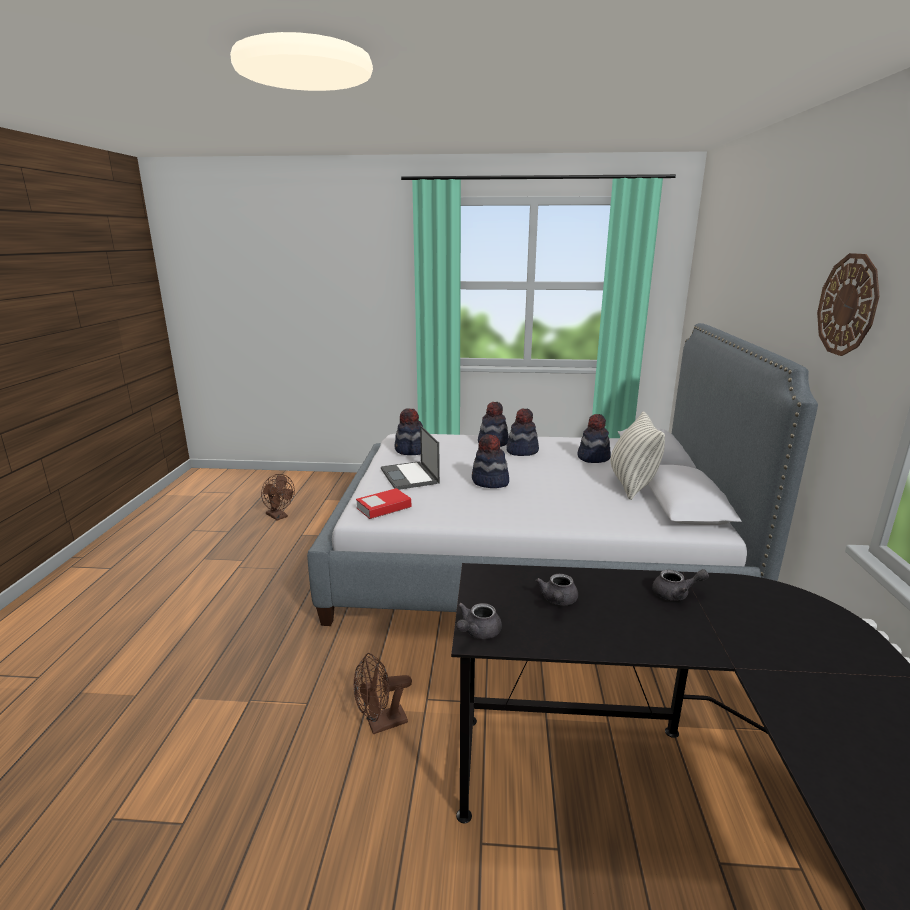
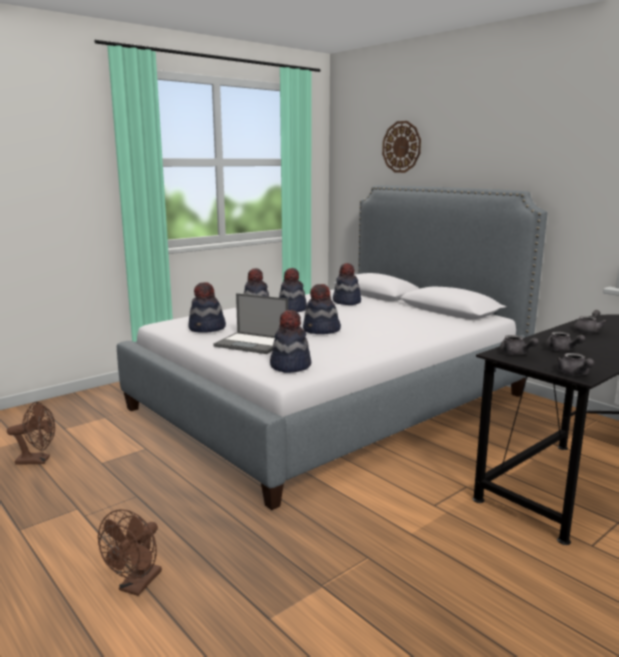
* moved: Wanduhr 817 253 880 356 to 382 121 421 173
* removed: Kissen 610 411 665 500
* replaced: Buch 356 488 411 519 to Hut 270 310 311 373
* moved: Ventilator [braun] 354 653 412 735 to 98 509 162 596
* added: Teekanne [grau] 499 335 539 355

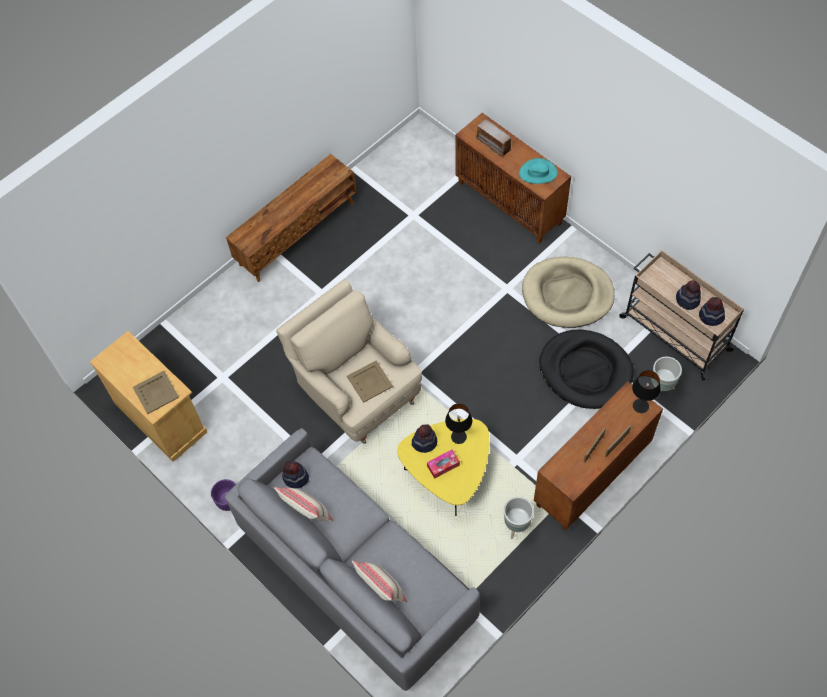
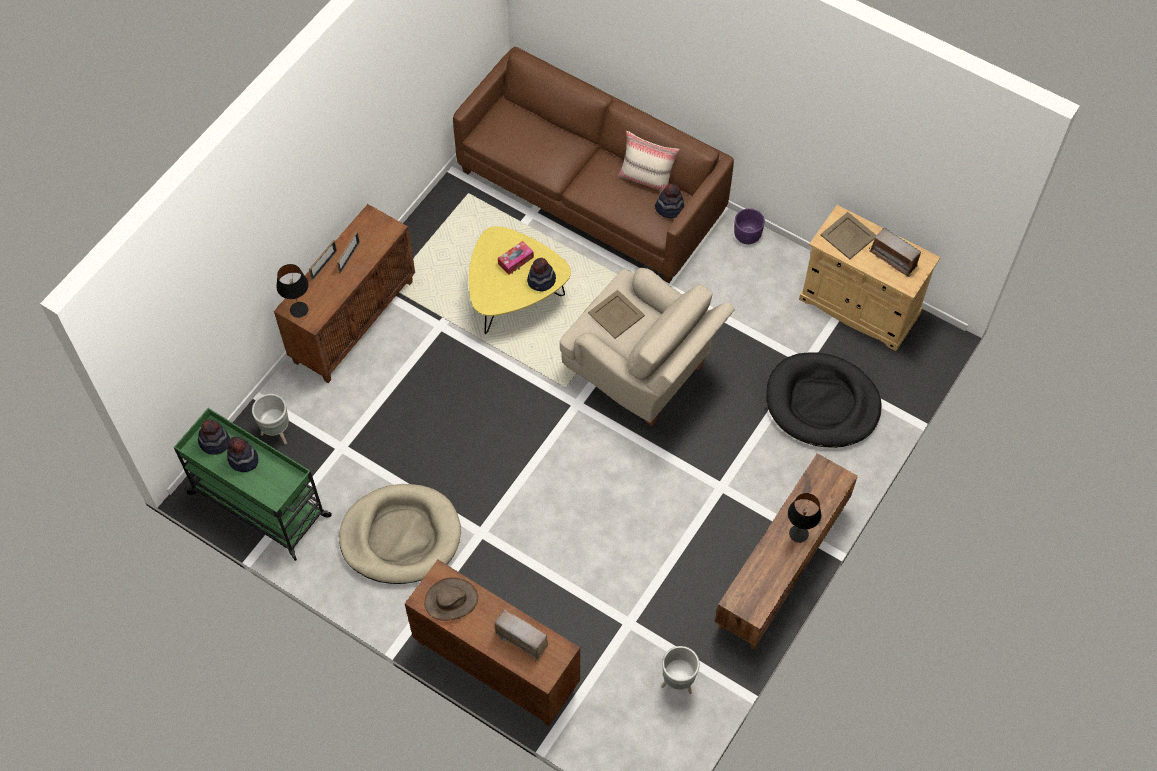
* recoloured: Hut [türkis] 519 158 558 184 to Hut [braun] 424 577 478 621
* recoloured: Rollwagen [beige] 619 250 744 380 to Rollwagen [grün] 174 408 332 561
* moved: Hundebett [schwarz] 539 330 634 409 to 766 352 882 448
* moved: Tischlampe [schwarz] 445 404 472 444 to 788 493 821 543
* recoloured: Sofa [grau] 225 428 480 691 to Sofa [braun] 453 47 734 283
* moved: Pflanzkübel [grau] 504 497 534 539 to 661 646 700 694
* removed: Kissen [beige] 352 561 407 603
* added: Radio 869 228 923 277

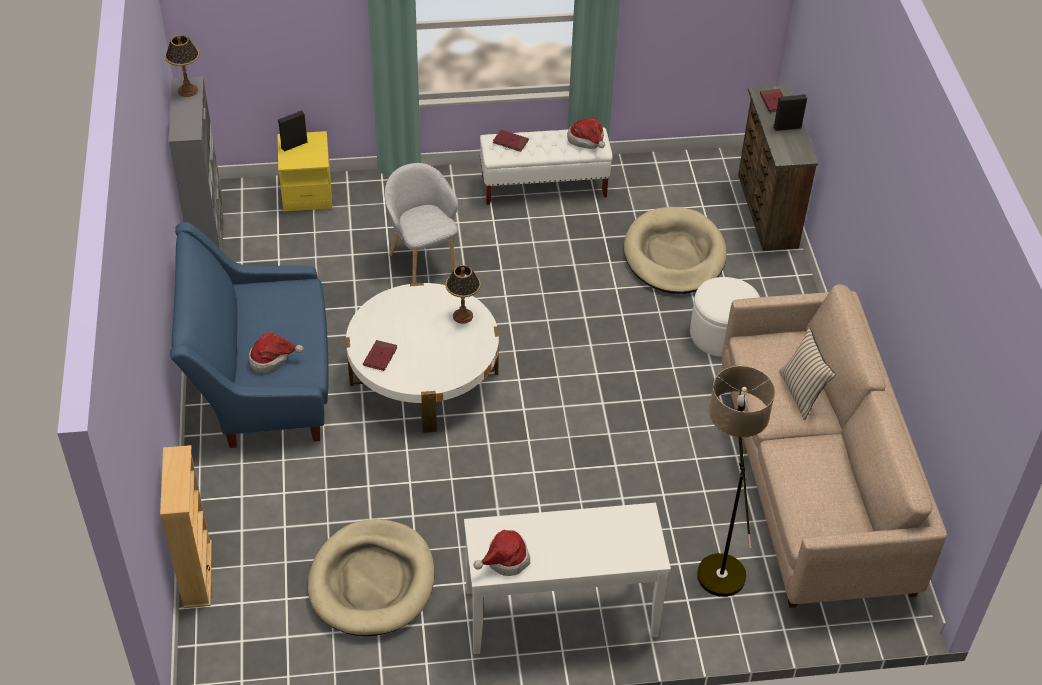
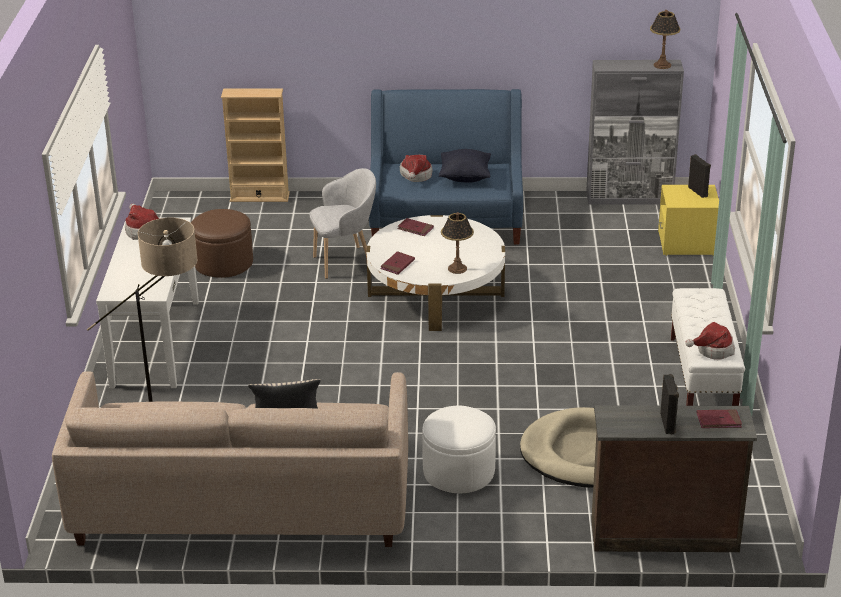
* moved: Buch [rot] 493 130 529 152 to 380 251 415 275
* moved: Sessel [grau] 385 163 458 284 to 309 168 376 279
* replaced: Hundebett [beige] 308 519 435 636 to Polsterhocker [braun] 191 209 253 278
* added: Kissen [schwarz] 439 149 491 182

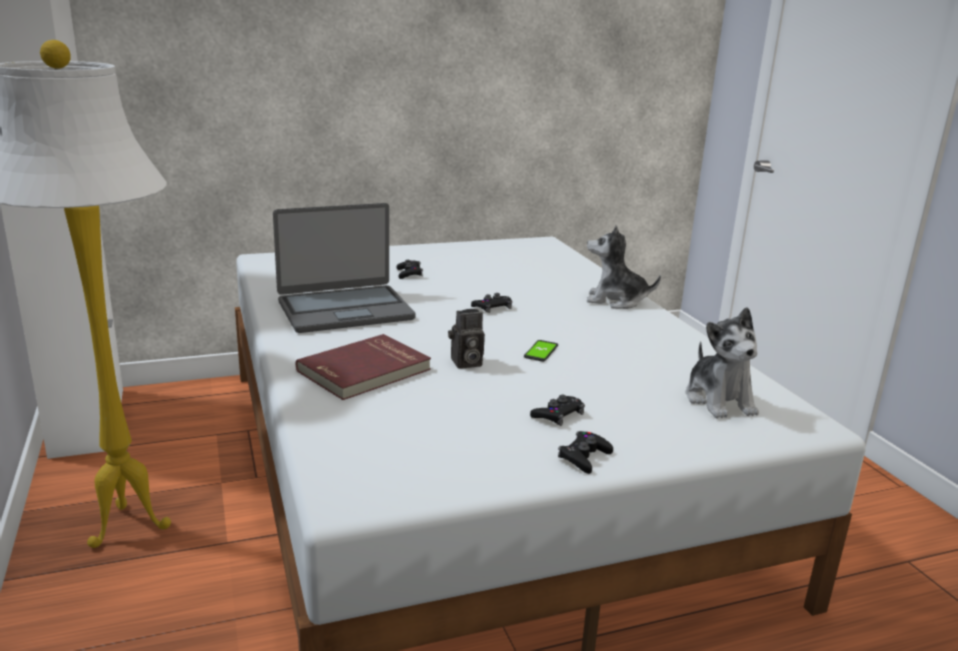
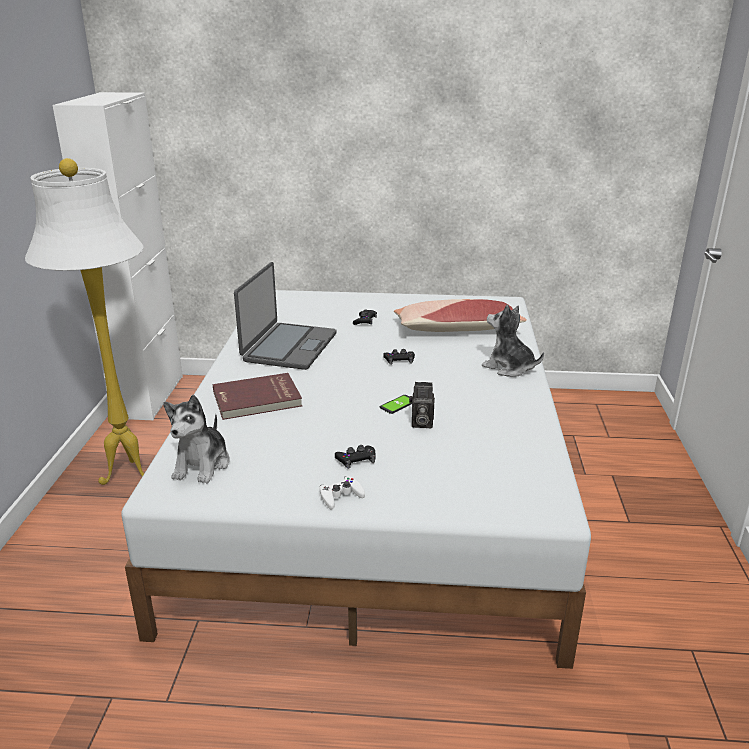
* turned: Laptop 273 203 416 333 = 234 262 336 370 75 degrees counterclockwise
* moved: Plüschtier 686 307 759 418 to 163 395 230 484
* moved: Kamera 448 309 485 369 to 409 382 435 428
* recoloured: Gamepad [schwarz] 558 431 613 474 to Gamepad [weiß] 320 476 365 510
* added: Kissen 394 299 527 332

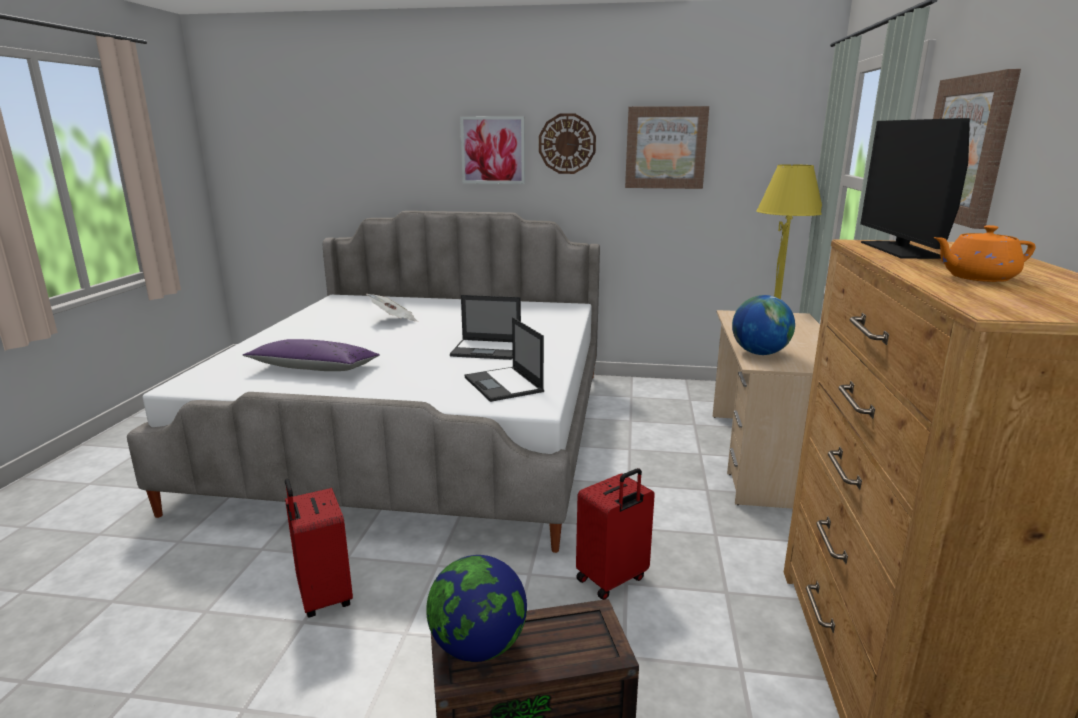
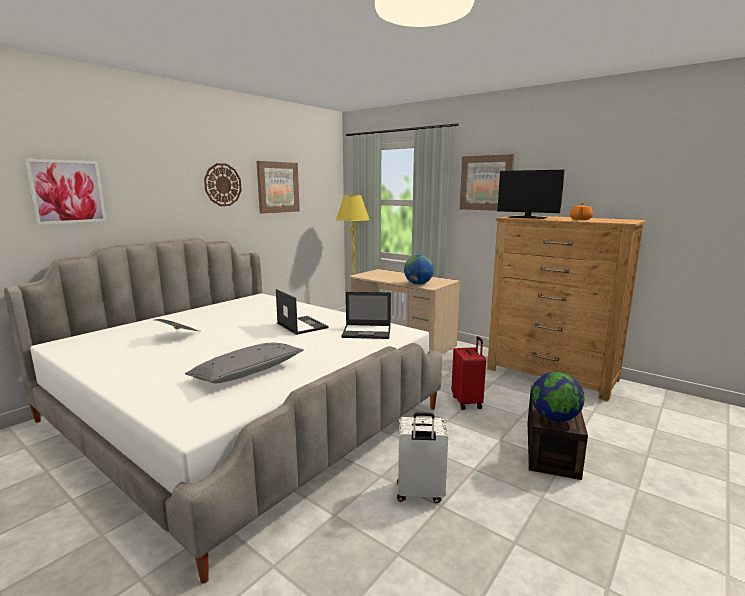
* moved: Bild 460 116 525 184 to 24 159 106 225
* turned: Laptop 450 295 521 360 = 276 289 328 335 75 degrees counterclockwise
* recoloured: Kissen [lila] 243 339 380 371 to Kissen [grau] 185 343 304 383
* recoloured: Koffer [rot] 285 479 353 618 to Koffer [weiß] 397 412 448 503

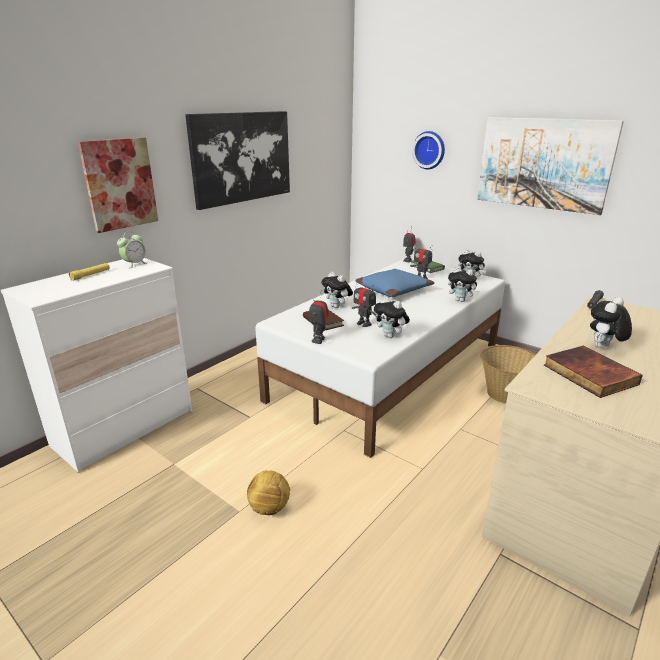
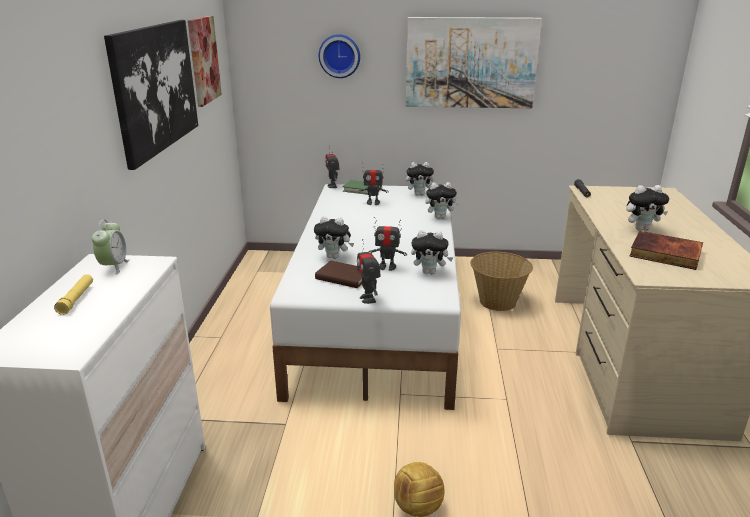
* moved: Bild 78 137 158 233 to 188 16 222 107
* removed: Kissen [blau] 356 269 434 297
* turned: Plüschtier 590 297 632 348 = 626 185 669 231 105 degrees counterclockwise

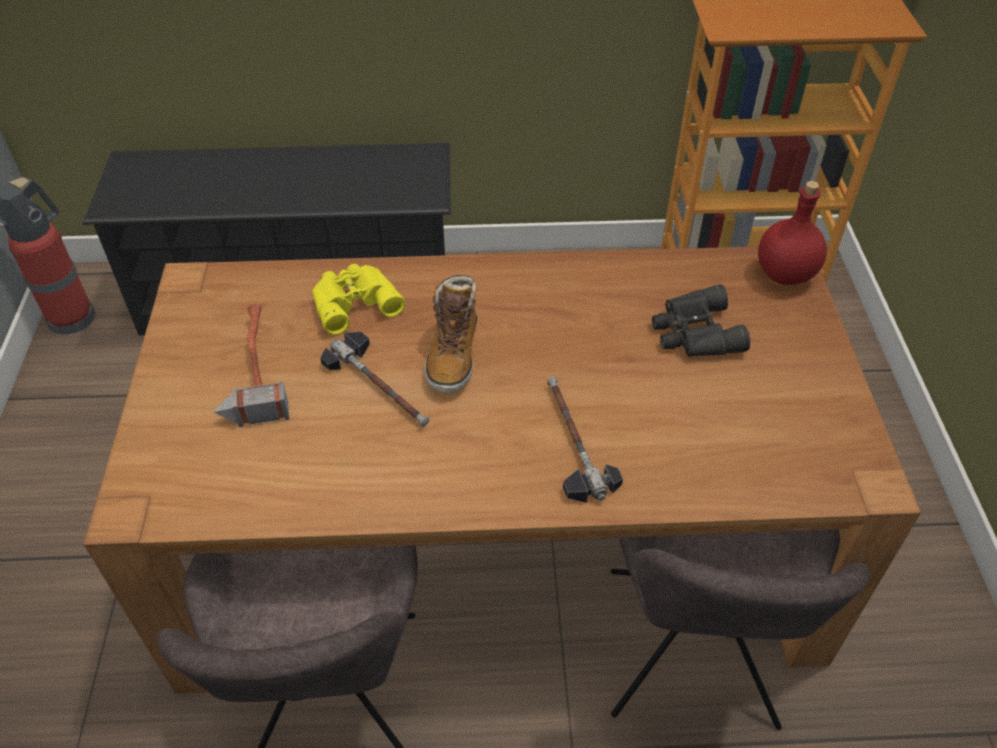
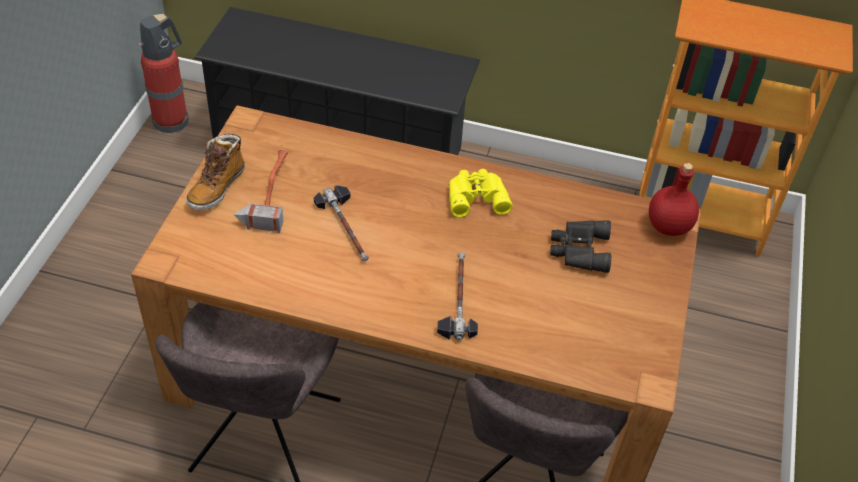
* moved: Fernglas [gelb] 312 264 405 335 to 449 169 513 217
* moved: Stiefel 425 275 477 393 to 186 134 245 210

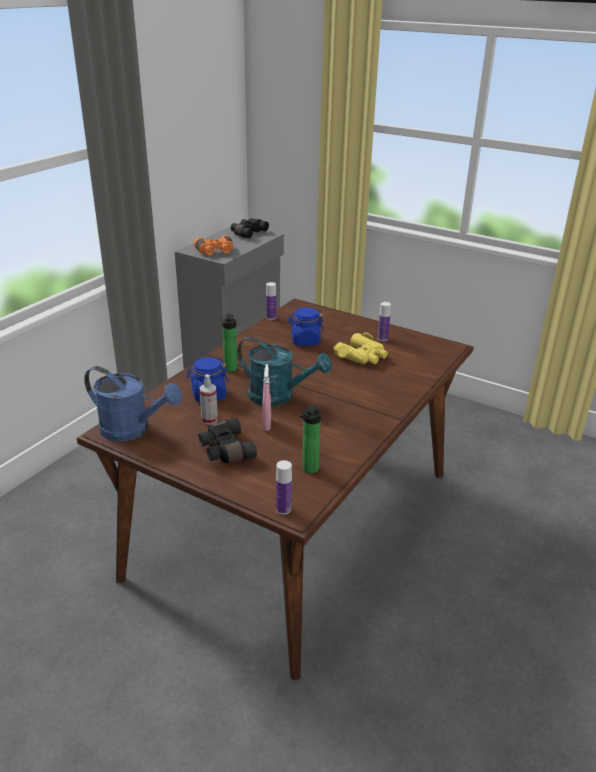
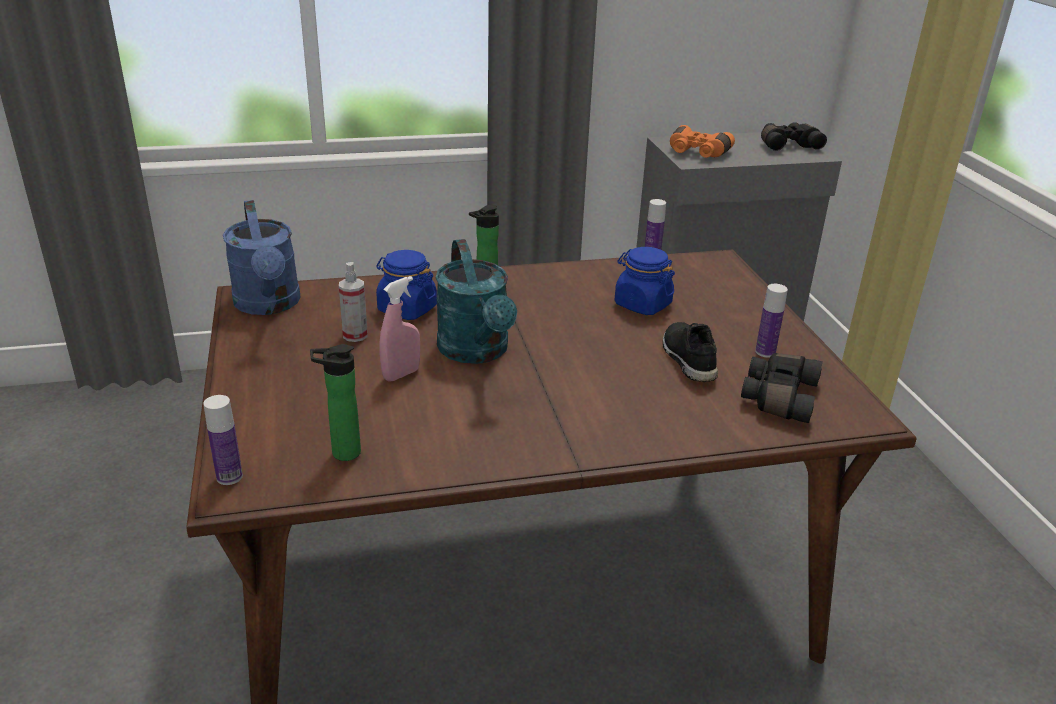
* replaced: Fernglas [gelb] 334 333 388 364 to Schuh [schwarz] 663 322 718 382
* moved: Fernglas [schwarz] 199 418 257 463 to 741 353 823 423

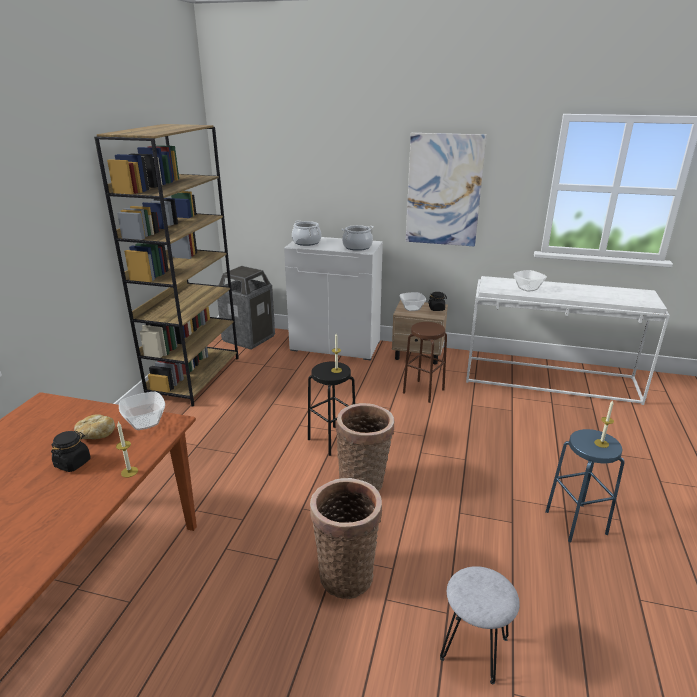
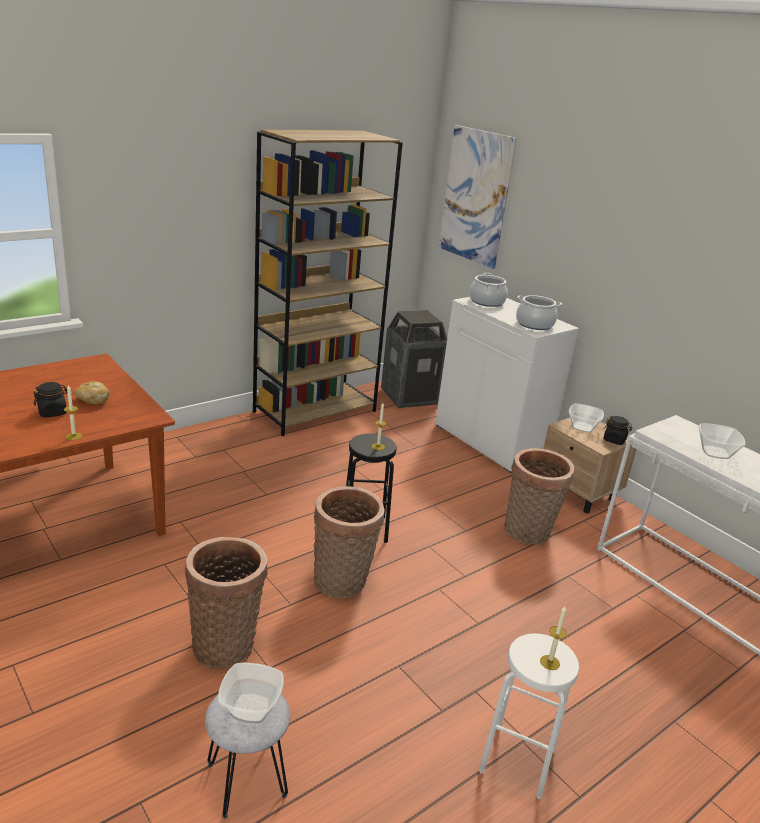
* moved: Bild 406 133 487 247 to 439 125 517 269
* replaced: Hocker [braun] 403 322 447 403 to Korb 504 448 575 544
* moved: Schüssel 119 392 165 430 to 218 663 284 723
* recoloured: Hocker [blau] 545 429 625 543 to Hocker [weiß] 479 633 579 799

